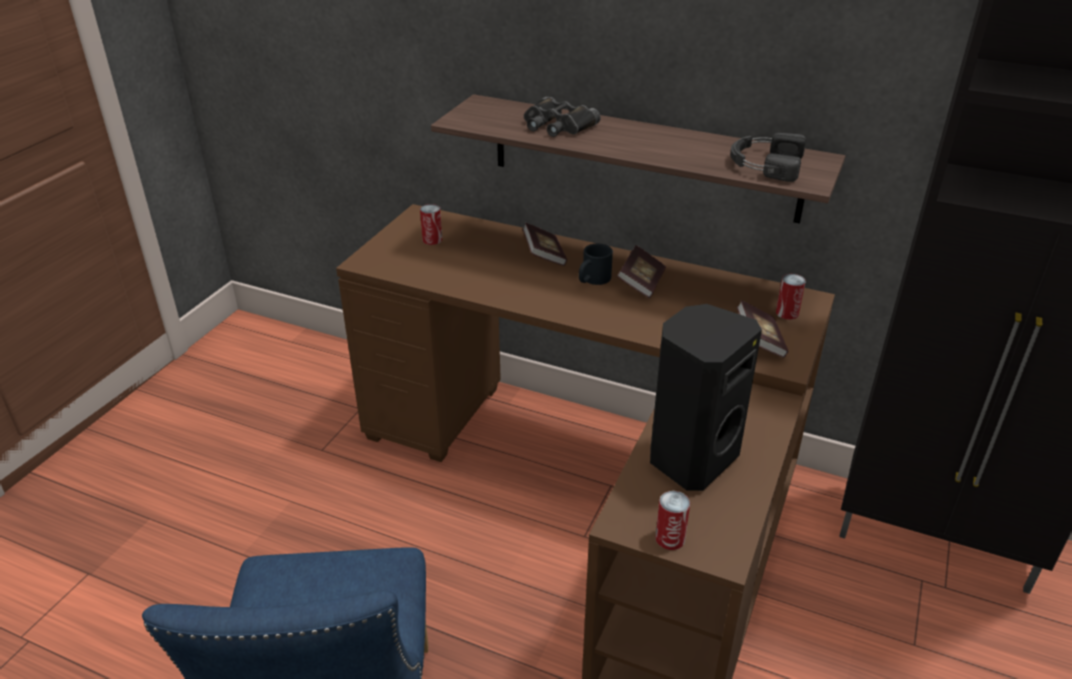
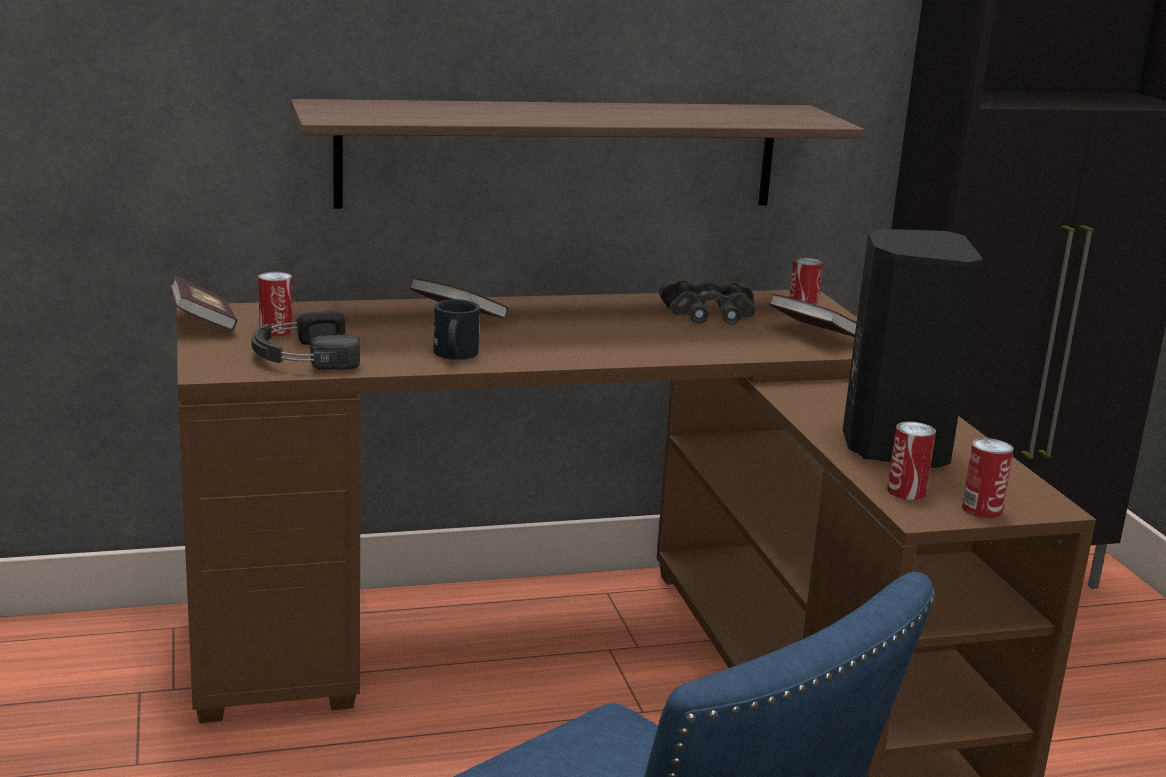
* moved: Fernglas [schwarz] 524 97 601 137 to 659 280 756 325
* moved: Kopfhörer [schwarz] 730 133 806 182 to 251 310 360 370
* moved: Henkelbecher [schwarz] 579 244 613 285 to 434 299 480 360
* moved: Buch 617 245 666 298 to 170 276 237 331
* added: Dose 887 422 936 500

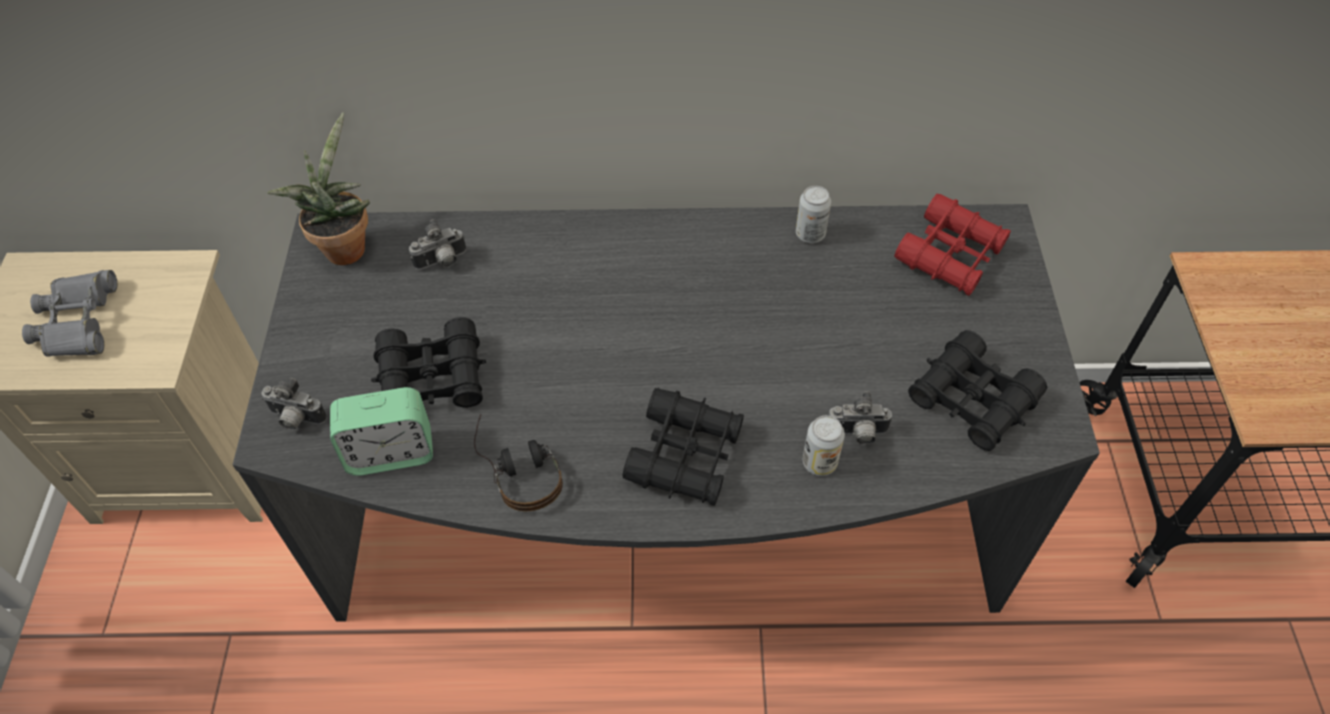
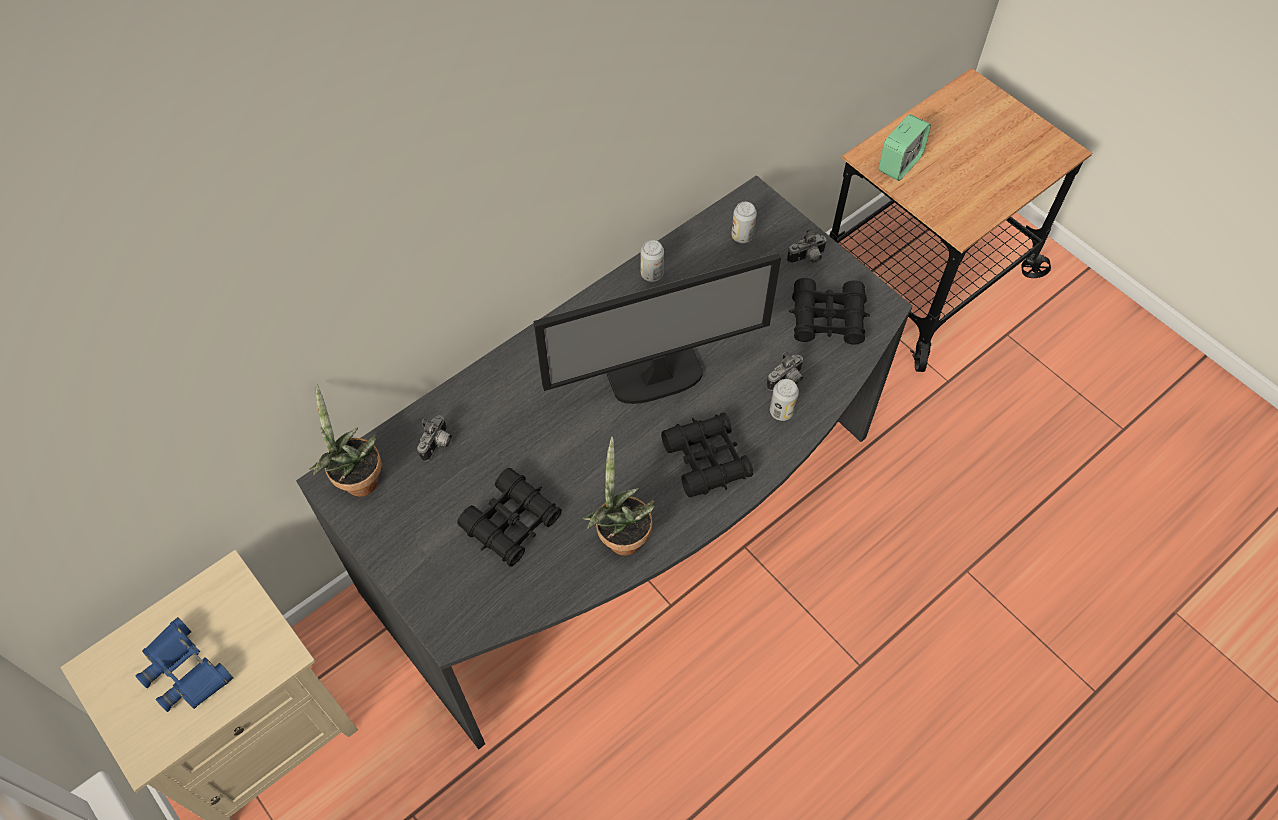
* replaced: Fernglas [rot] 894 194 1011 296 to Dose 731 202 757 243
* recoloured: Fernglas [grau] 22 270 117 356 to Fernglas [blau] 135 617 233 712
* moved: Kamera 261 378 327 430 to 787 228 827 264
* moved: Wecker 330 387 433 476 to 879 114 931 181
* replaced: Kopfhörer 474 414 563 511 to Topfpflanze 582 436 655 556
* added: Monitor 534 253 781 404

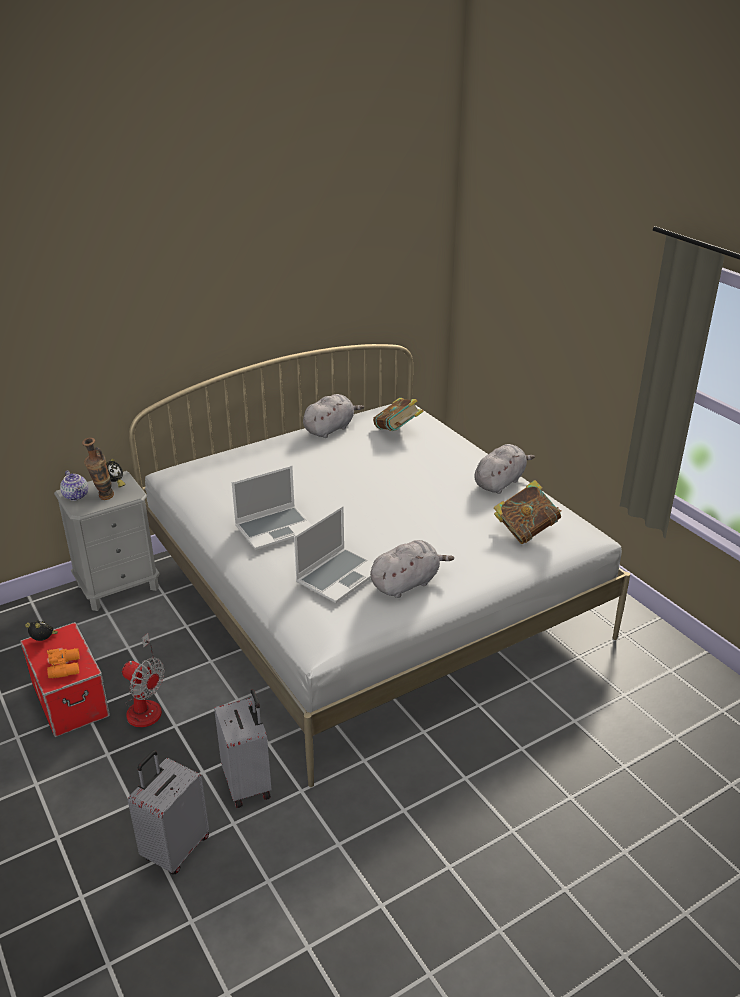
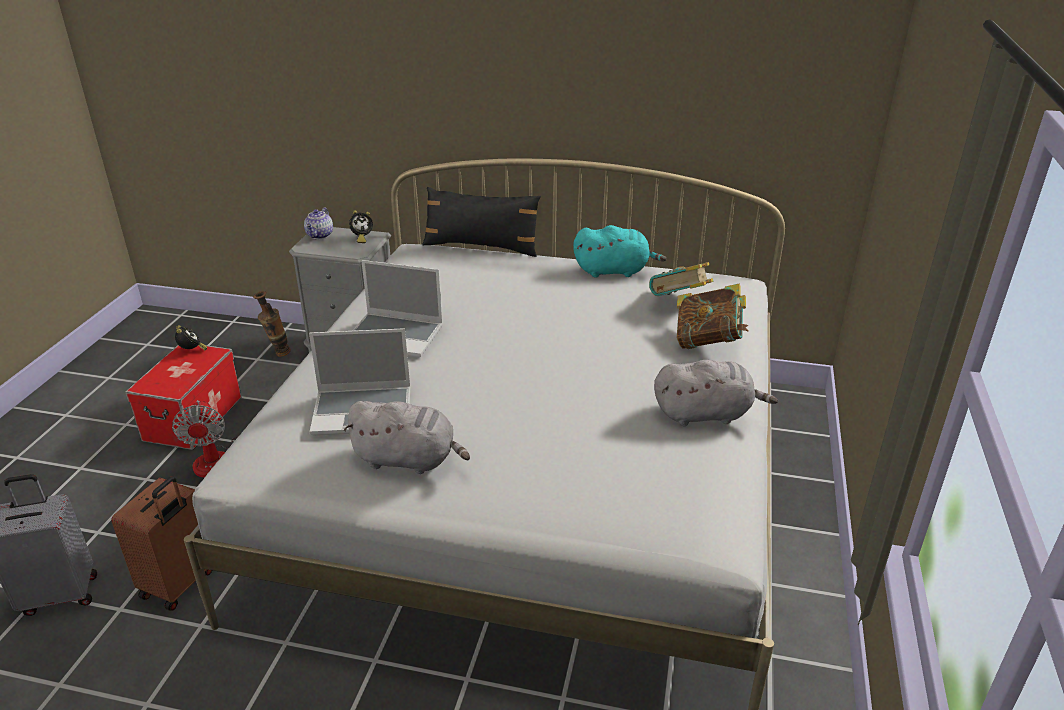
* recoloured: Plüschtier [grau] 303 394 364 438 to Plüschtier [türkis] 573 225 667 278
* moved: Vase 82 437 114 500 to 253 291 291 357
* moved: Buch 494 480 561 544 to 677 284 749 349
* removed: Fernglas [orange] 47 648 80 678
* recoloured: Koffer [grau] 214 689 272 808 to Koffer [braun] 111 476 212 611
* added: Kissen [schwarz] 422 187 541 257

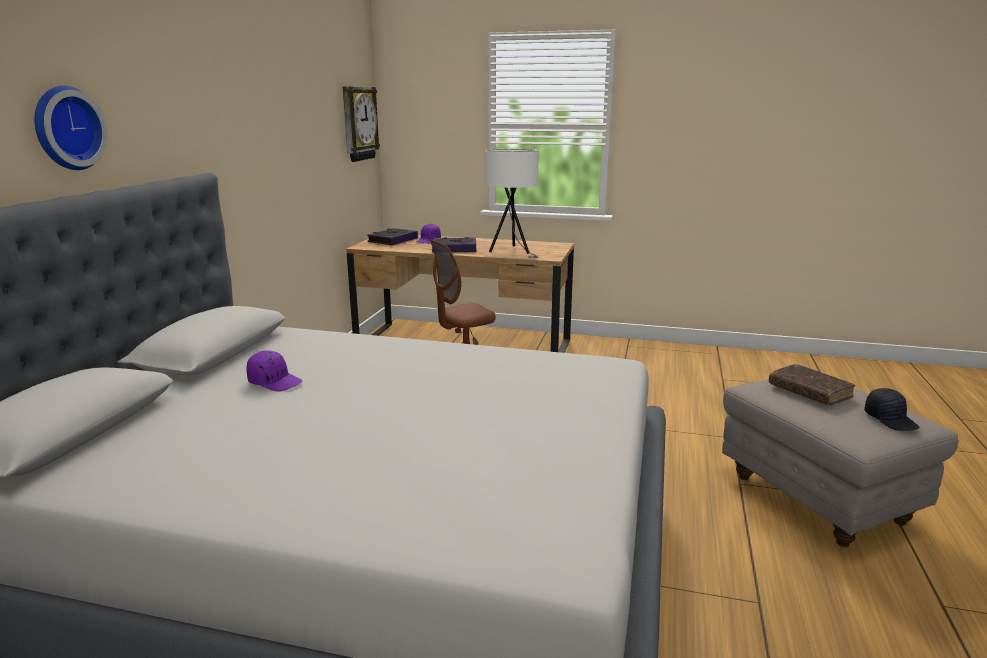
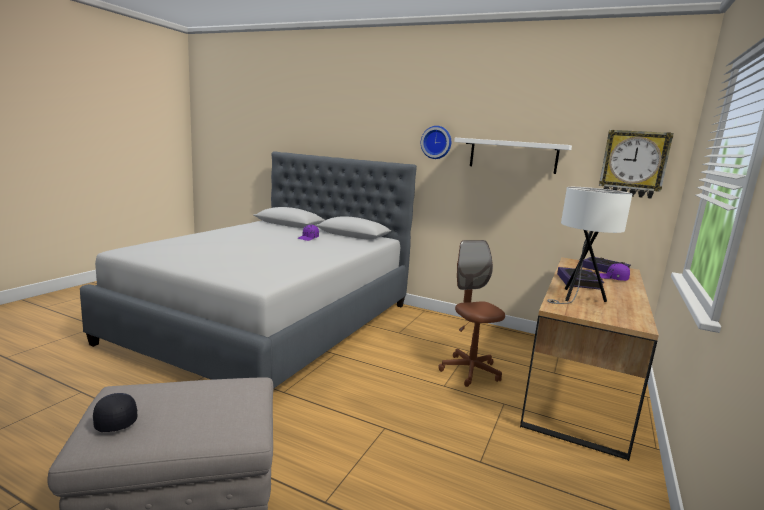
* moved: Wanduhr 34 86 108 170 to 421 126 451 159
* removed: Buch [braun] 769 364 855 405
* turned: Kappe [schwarz] 864 388 920 431 = 93 393 137 432 75 degrees clockwise
* added: Wandregal [weiß] 454 138 572 174

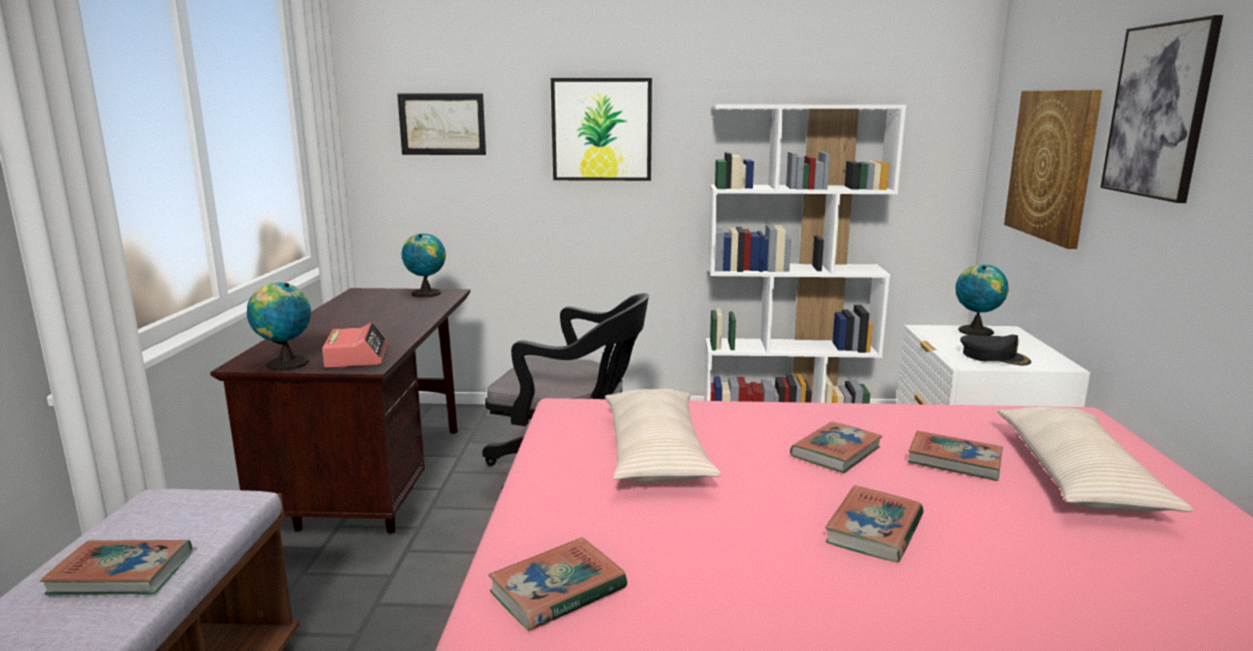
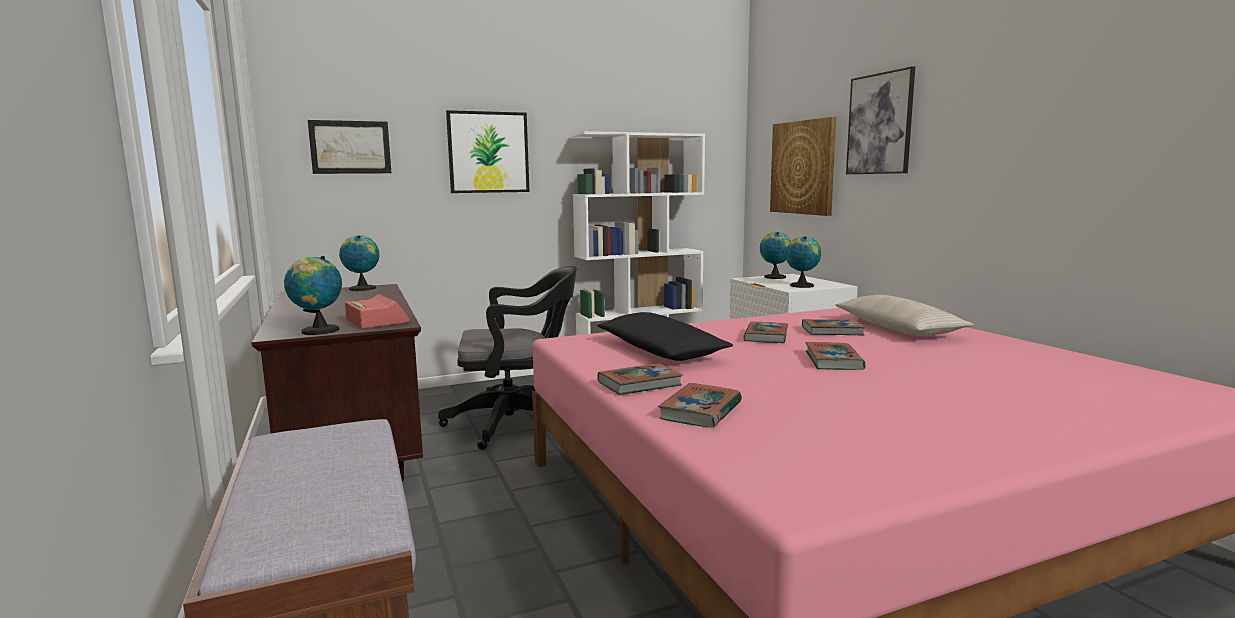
* replaced: Kappe [schwarz] 960 335 1031 365 to Globus 785 236 821 288
* recoloured: Kissen [beige] 605 389 721 483 to Kissen [schwarz] 597 312 733 361
* moved: Buch 40 540 192 595 to 597 363 683 395

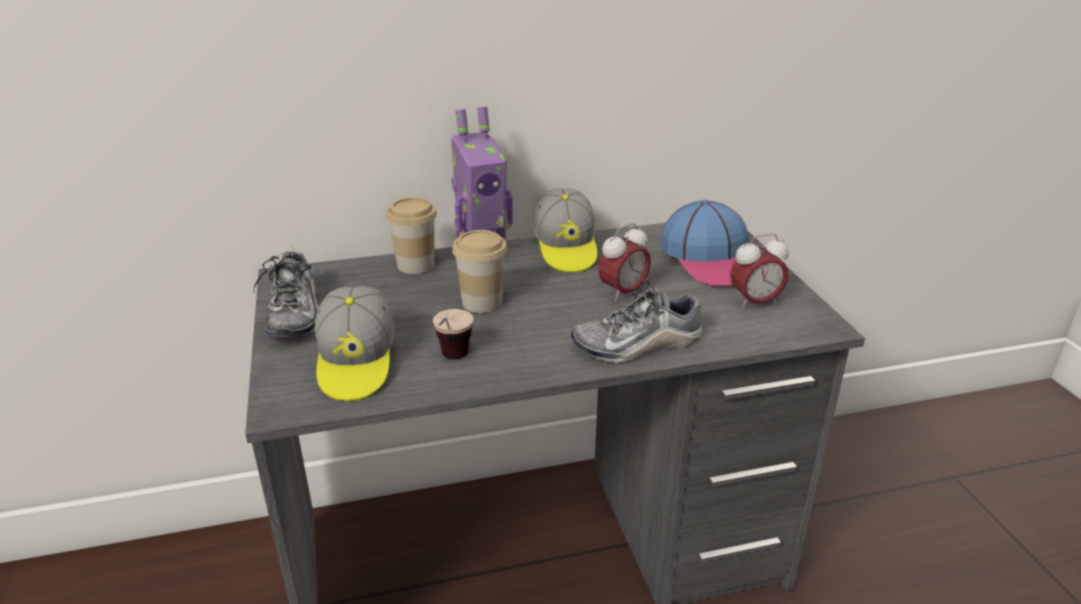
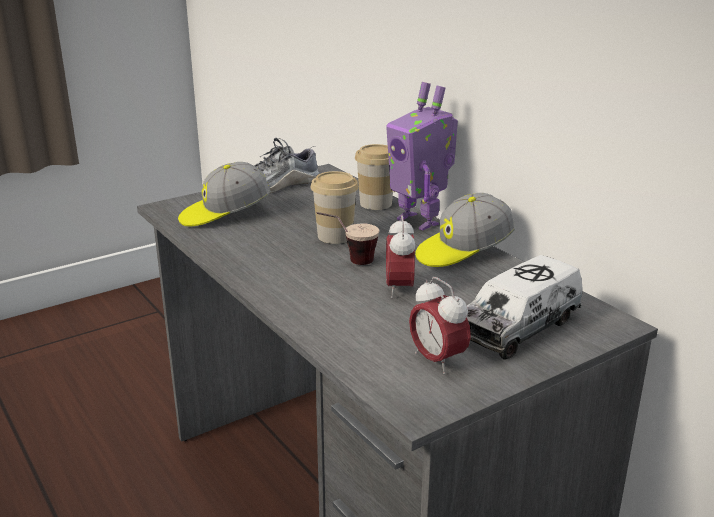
* replaced: Kappe 661 200 748 286 to Spielzeuglaster 467 255 583 360
* turned: Wecker 598 223 651 302 = 386 215 416 298 60 degrees clockwise
* removed: Schuh 570 279 702 364
* moved: Tasse 433 309 474 359 to 317 212 379 265

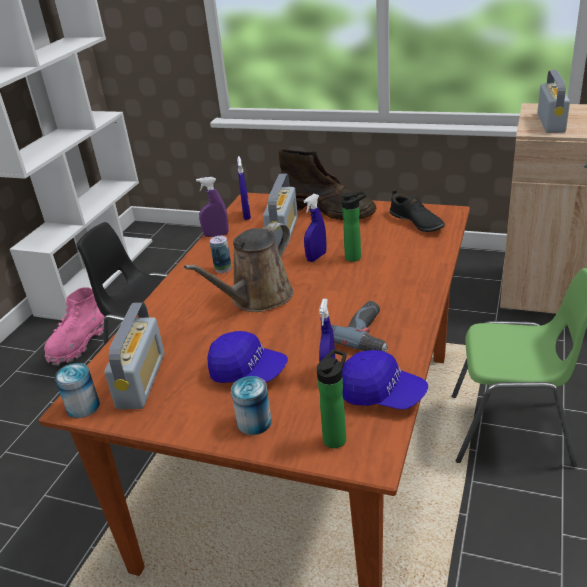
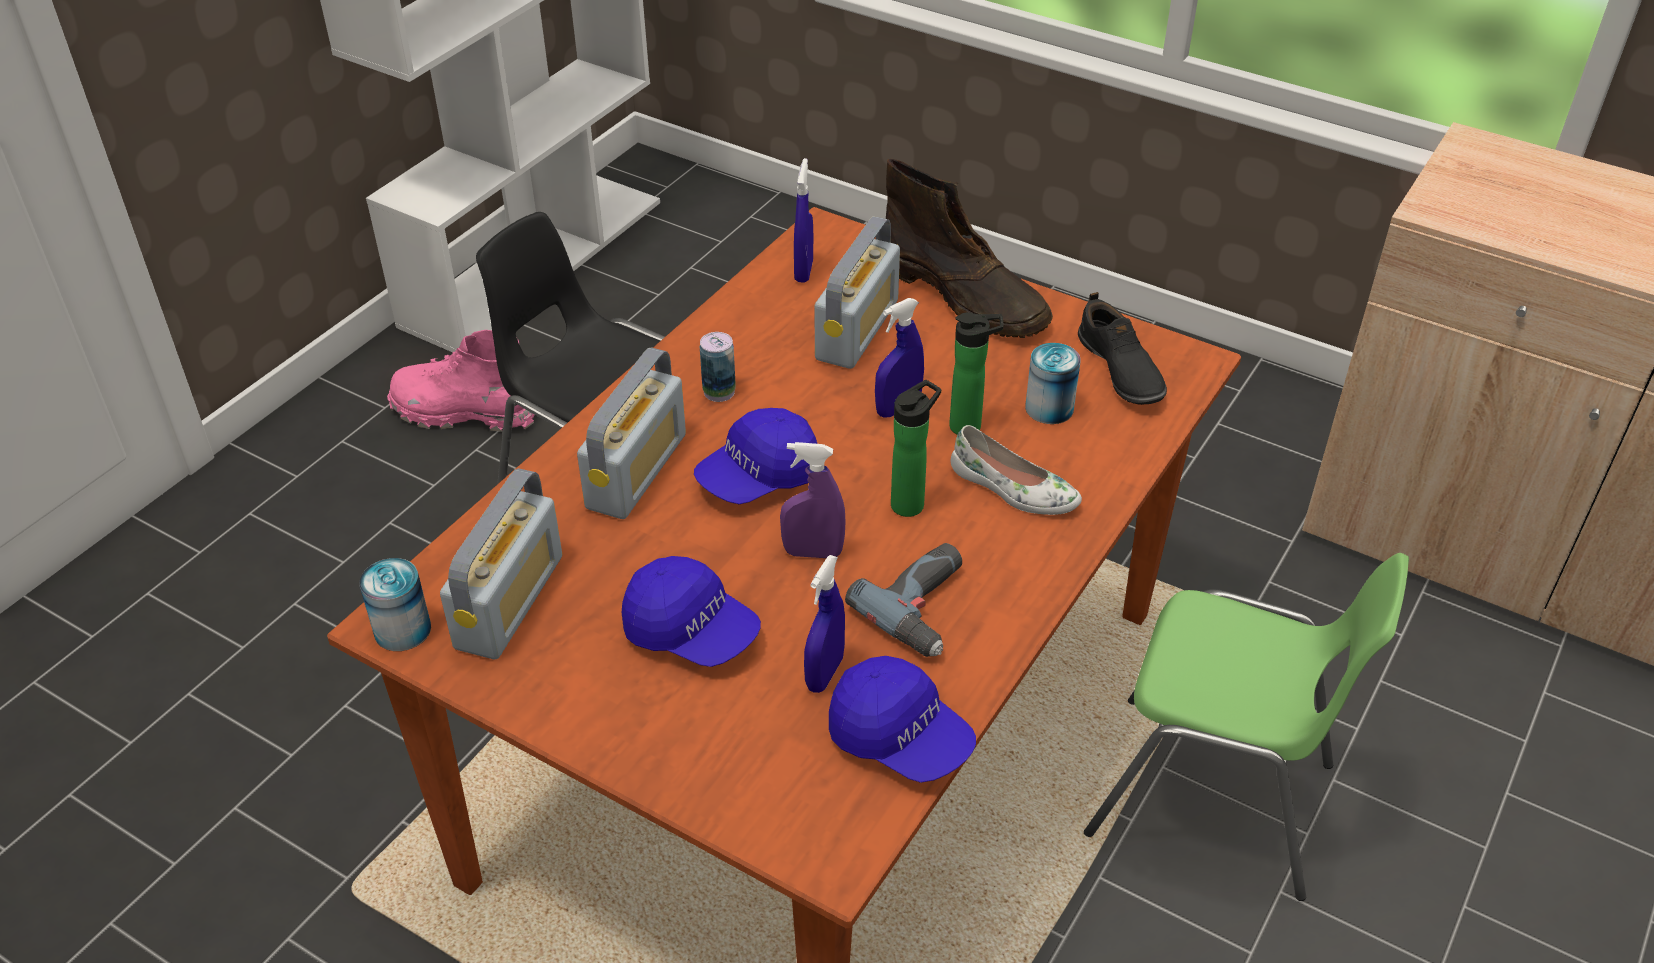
* moved: Radio 537 70 570 133 to 577 347 686 519
* moved: Sprühflasche [lila] 196 177 229 237 to 780 442 845 558
* replaced: Gießkanne [braun] 184 222 293 312 to Kappe [blau] 694 408 817 504
* turned: Stiefel [rosa] 44 287 104 366 = 387 330 535 432 60 degrees clockwise
* moved: Flasche 317 349 347 448 to 891 380 941 517
* moved: Dose 231 376 272 435 to 1025 343 1081 424
* added: Schuh [weiß] 950 425 1082 515

